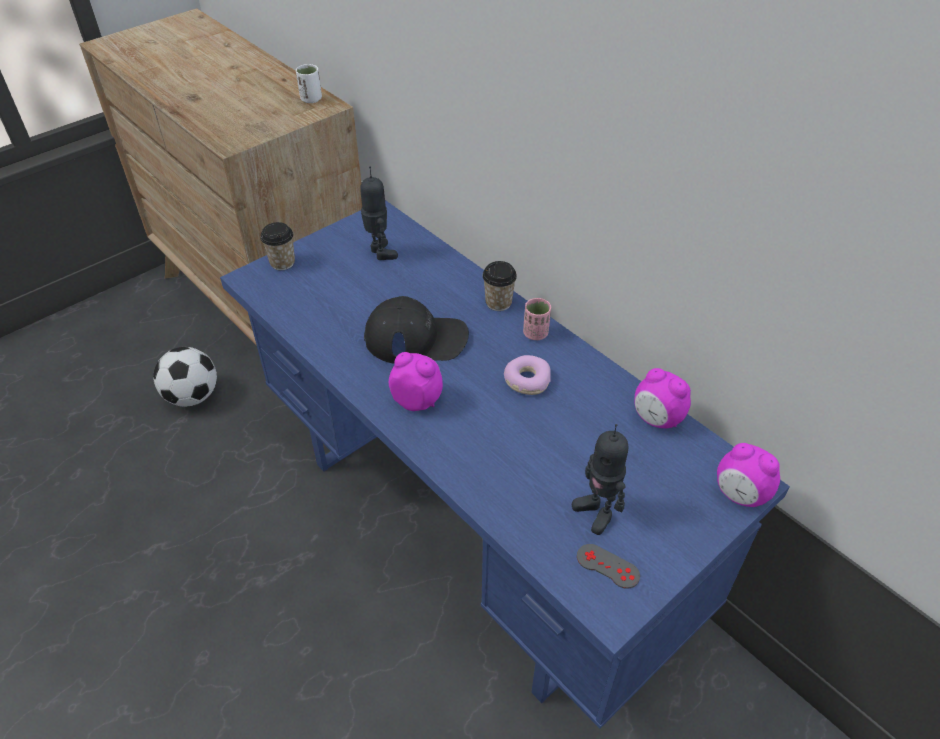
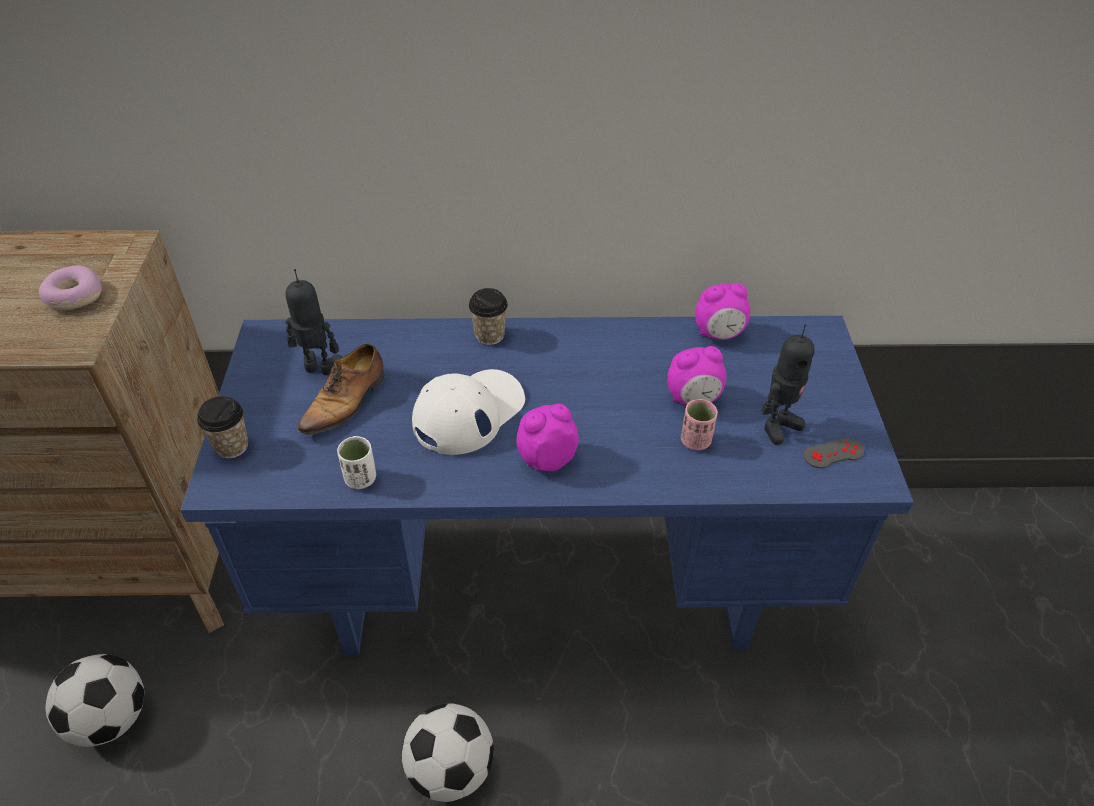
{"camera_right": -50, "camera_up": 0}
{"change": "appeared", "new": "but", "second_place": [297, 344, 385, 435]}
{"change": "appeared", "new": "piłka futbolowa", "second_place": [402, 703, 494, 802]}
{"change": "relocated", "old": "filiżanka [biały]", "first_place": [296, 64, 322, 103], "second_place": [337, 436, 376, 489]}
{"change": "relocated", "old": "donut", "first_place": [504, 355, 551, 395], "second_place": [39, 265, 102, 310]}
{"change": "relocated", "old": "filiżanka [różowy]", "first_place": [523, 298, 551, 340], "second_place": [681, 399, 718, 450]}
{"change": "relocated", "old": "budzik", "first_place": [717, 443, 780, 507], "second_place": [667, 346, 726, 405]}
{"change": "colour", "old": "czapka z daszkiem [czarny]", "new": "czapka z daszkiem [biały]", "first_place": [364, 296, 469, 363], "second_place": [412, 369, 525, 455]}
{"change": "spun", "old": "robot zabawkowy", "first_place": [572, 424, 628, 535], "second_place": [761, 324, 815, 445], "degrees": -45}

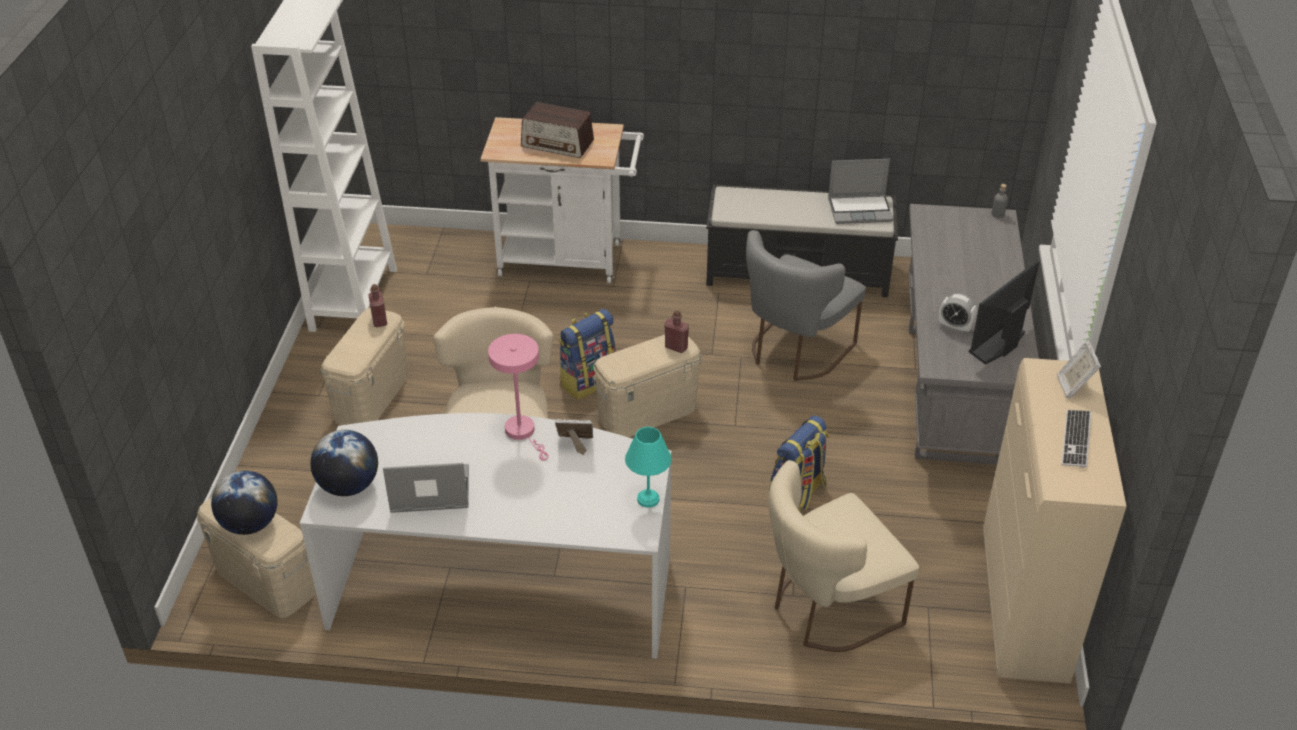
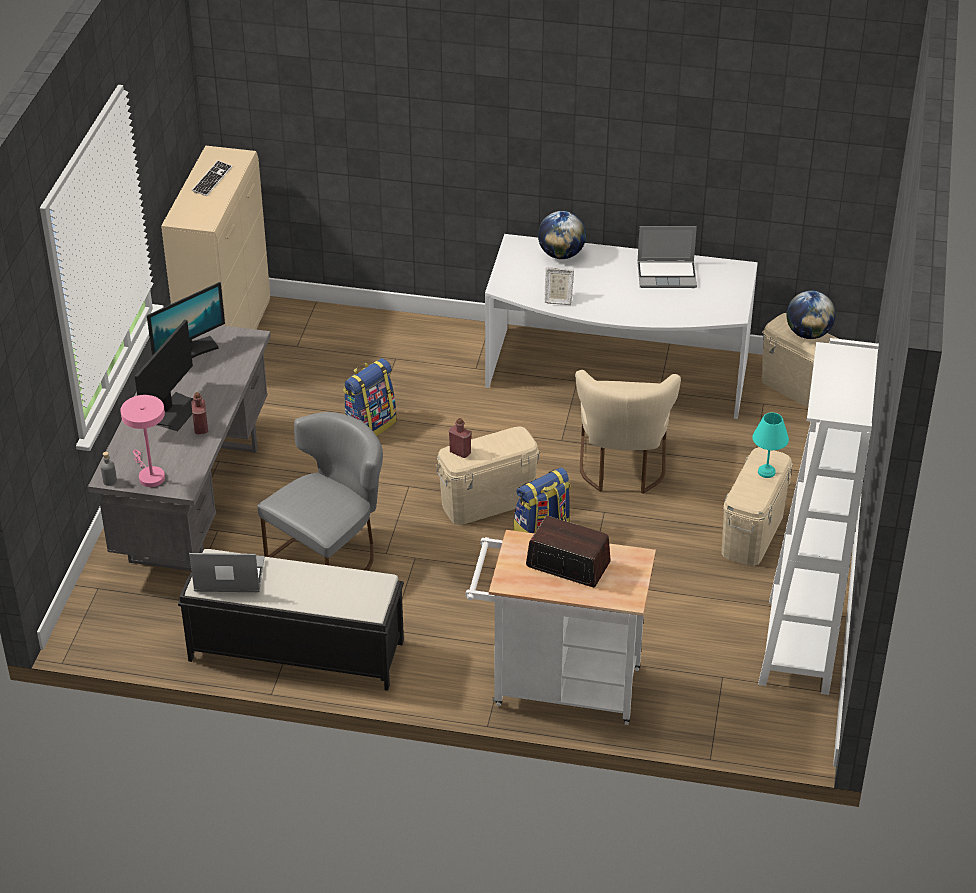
{"camera_right": -175, "camera_up": 0}
{"change": "missing", "old": "krzesło [beżowy]", "first_place": [768, 460, 919, 652]}
{"change": "missing", "old": "budzik", "first_place": [939, 294, 977, 333]}
{"change": "missing", "old": "ramka na zdjęcie", "first_place": [1057, 341, 1101, 399]}
{"change": "appeared", "new": "monitor", "second_place": [135, 320, 193, 431]}
{"change": "relocated", "old": "globus", "first_place": [310, 430, 378, 496], "second_place": [538, 211, 586, 259]}
{"change": "relocated", "old": "butelka [czerwony]", "first_place": [368, 284, 387, 327], "second_place": [191, 392, 208, 434]}
{"change": "relocated", "old": "lampa stołowa [różowy]", "first_place": [488, 334, 549, 461], "second_place": [120, 395, 165, 487]}
{"change": "relocated", "old": "lampa stołowa [turkusowy]", "first_place": [625, 427, 672, 508], "second_place": [752, 412, 789, 478]}

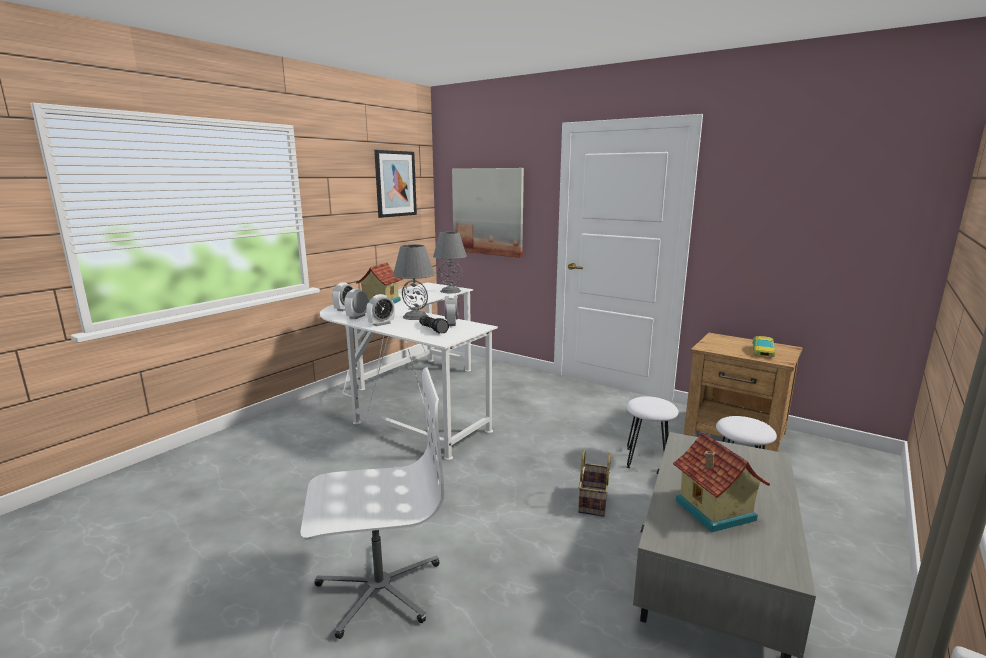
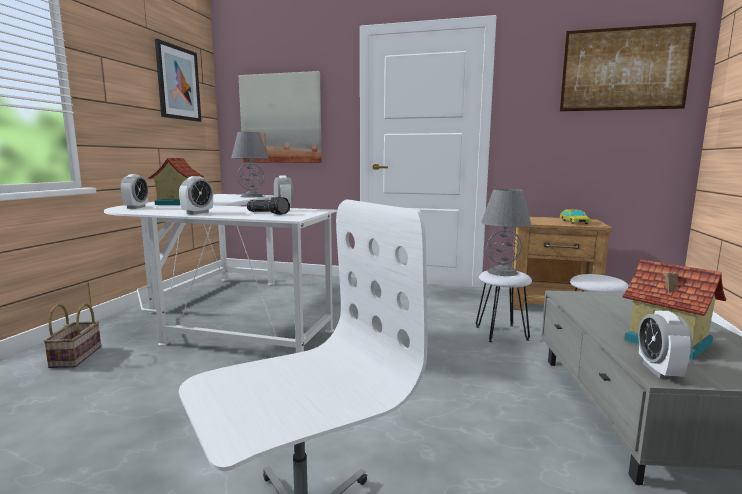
{"camera_right": -20, "camera_up": -5}
{"change": "appeared", "new": "obraz", "second_place": [560, 23, 696, 111]}
{"change": "relocated", "old": "budzik", "first_place": [344, 288, 368, 319], "second_place": [638, 311, 693, 379]}
{"change": "relocated", "old": "lampa stołowa [szary]", "first_place": [393, 244, 435, 320], "second_place": [481, 189, 531, 276]}
{"change": "relocated", "old": "koszyk", "first_place": [578, 449, 611, 517], "second_place": [43, 303, 101, 368]}

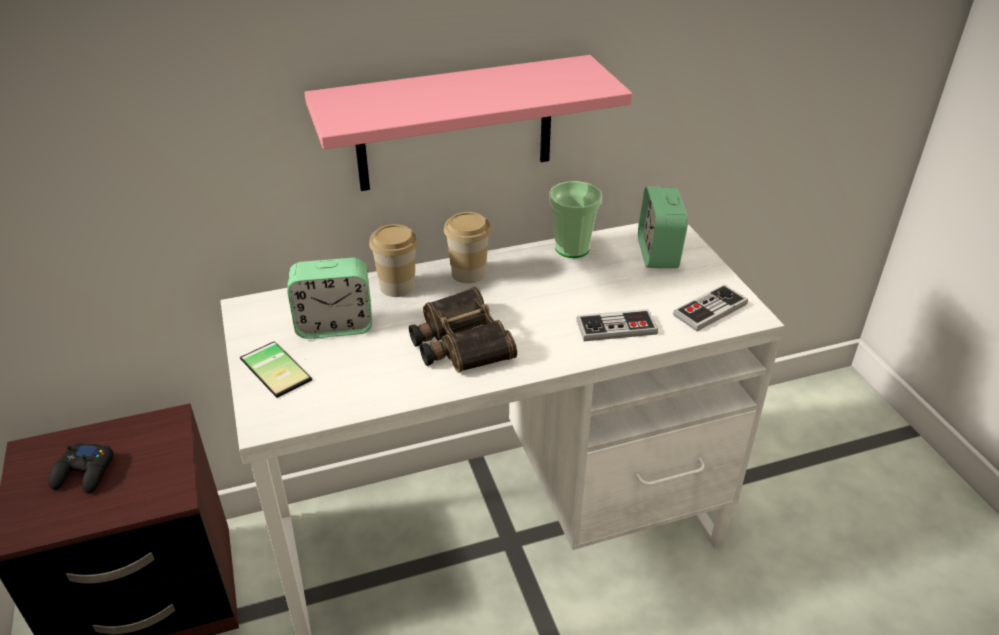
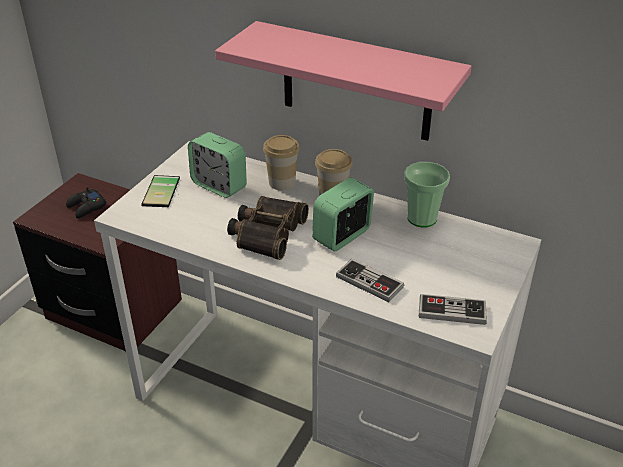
{"camera_right": 45, "camera_up": 0}
{"change": "relocated", "old": "budzik", "first_place": [638, 187, 688, 268], "second_place": [312, 177, 374, 251]}

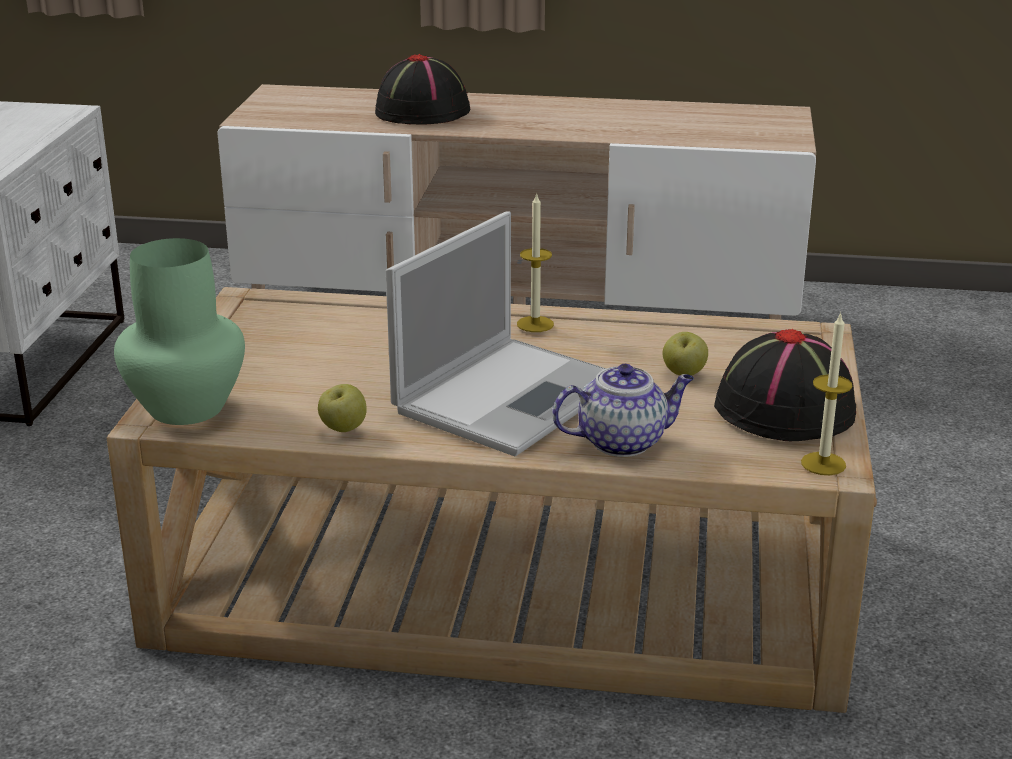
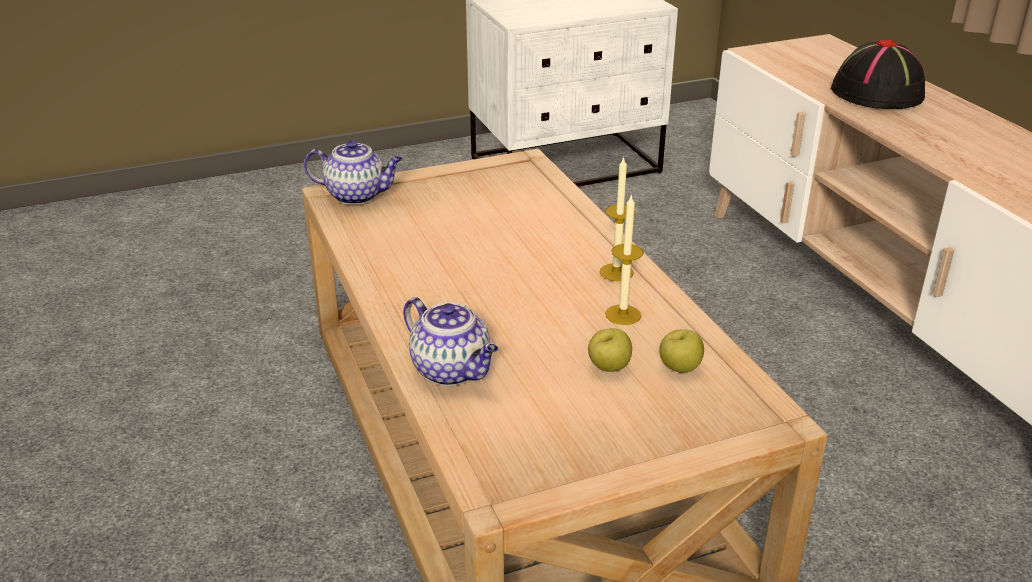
{"camera_right": 60, "camera_up": 5}
{"change": "missing", "old": "laptop", "first_place": [386, 211, 607, 457]}
{"change": "missing", "old": "kapelusz [czarny]", "first_place": [714, 329, 856, 441]}
{"change": "relocated", "old": "jabłko", "first_place": [318, 384, 367, 432], "second_place": [660, 329, 704, 373]}
{"change": "relocated", "old": "świeca", "first_place": [801, 312, 852, 475], "second_place": [605, 196, 643, 325]}
{"change": "exchanged", "old": "wazon [zielony]", "new": "imbryk", "first_place": [114, 238, 245, 425], "second_place": [304, 140, 403, 205]}

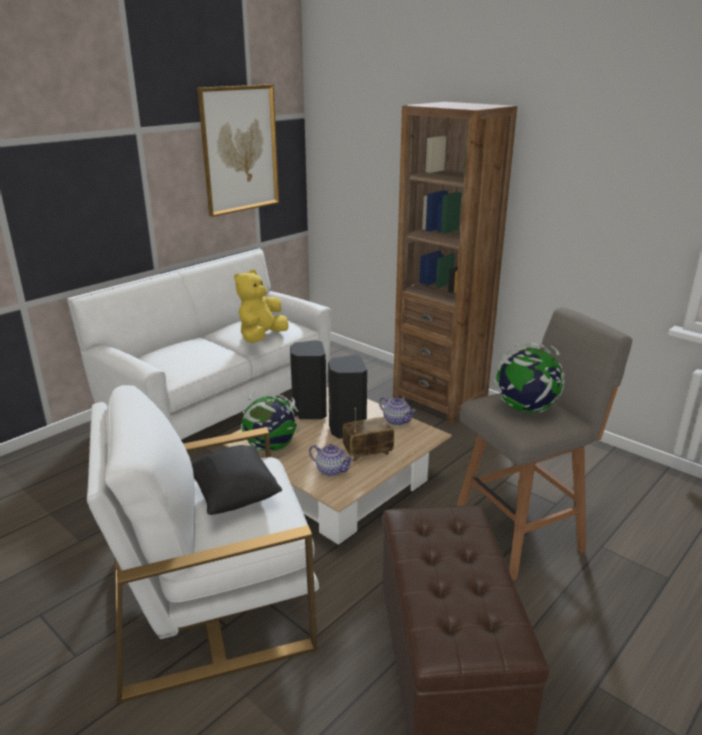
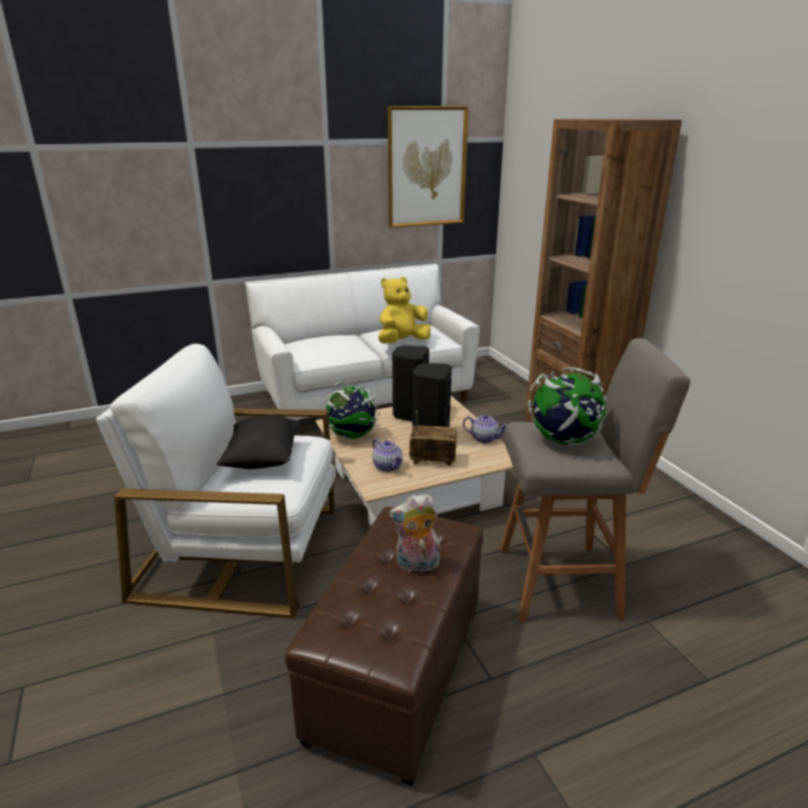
{"camera_right": 25, "camera_up": 0}
{"change": "appeared", "new": "pluszak", "second_place": [389, 494, 440, 572]}
{"change": "spun", "old": "imbryk", "first_place": [379, 397, 416, 426], "second_place": [463, 414, 507, 443], "degrees": -45}

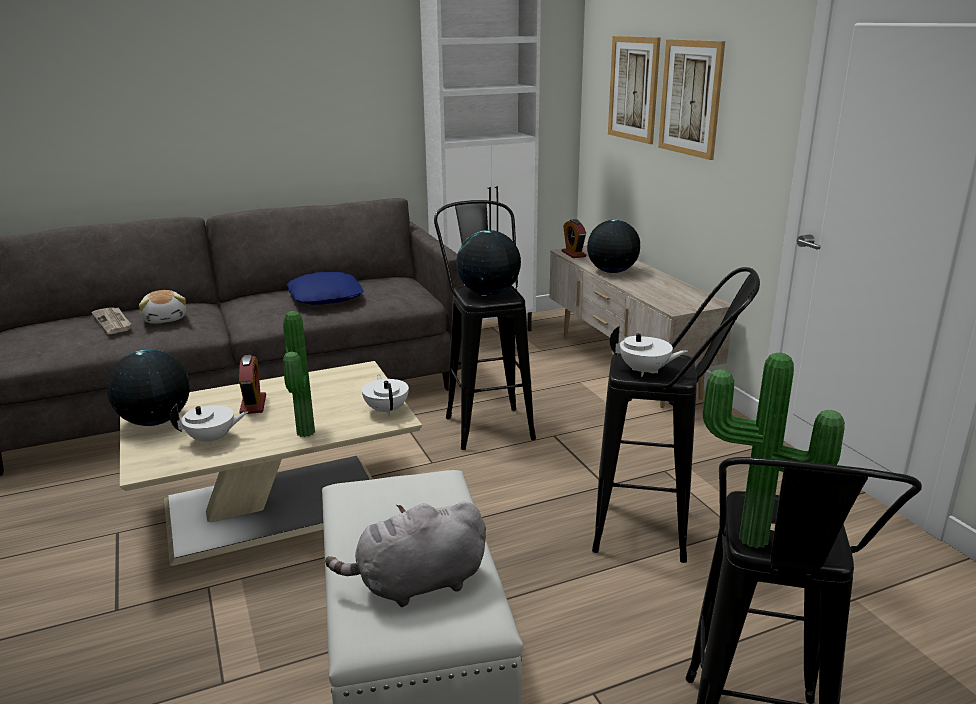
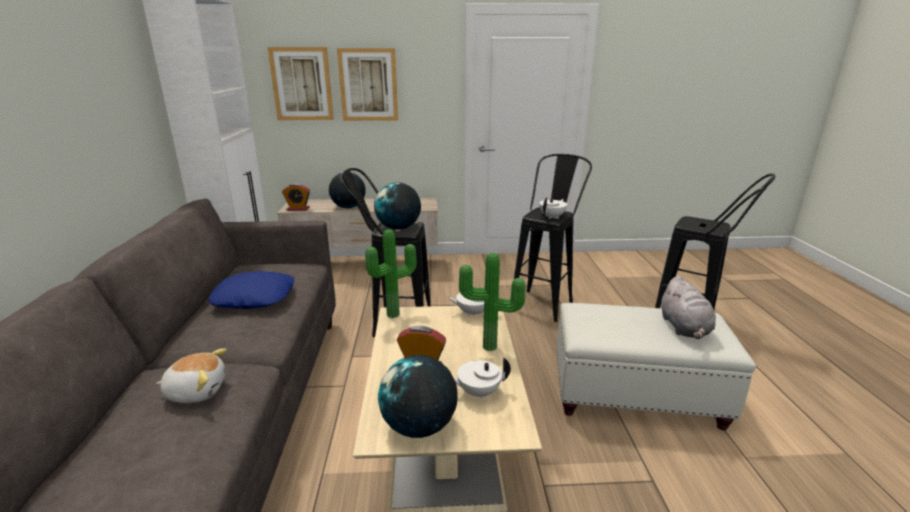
{"camera_right": -70, "camera_up": 0}
{"change": "missing", "old": "gazeta", "first_place": [92, 307, 131, 334]}
{"change": "relocated", "old": "roślina doniczkowa", "first_place": [702, 352, 845, 548], "second_place": [365, 229, 417, 318]}
{"change": "spun", "old": "imbryk [biały]", "first_place": [170, 403, 248, 446], "second_place": [453, 357, 511, 399], "degrees": -105}

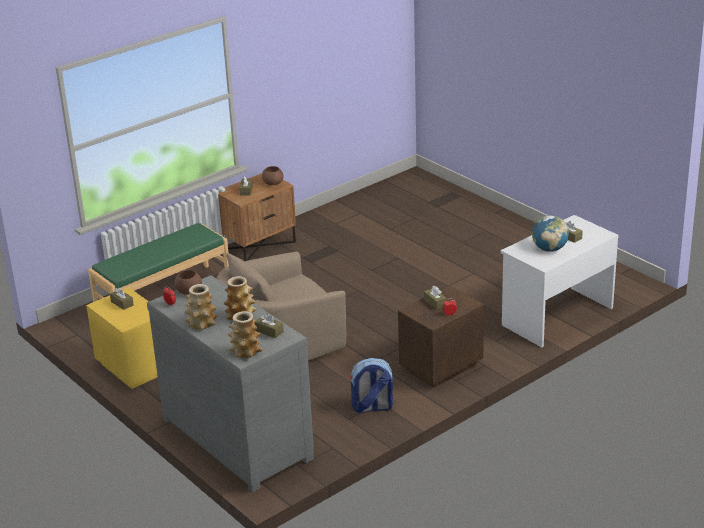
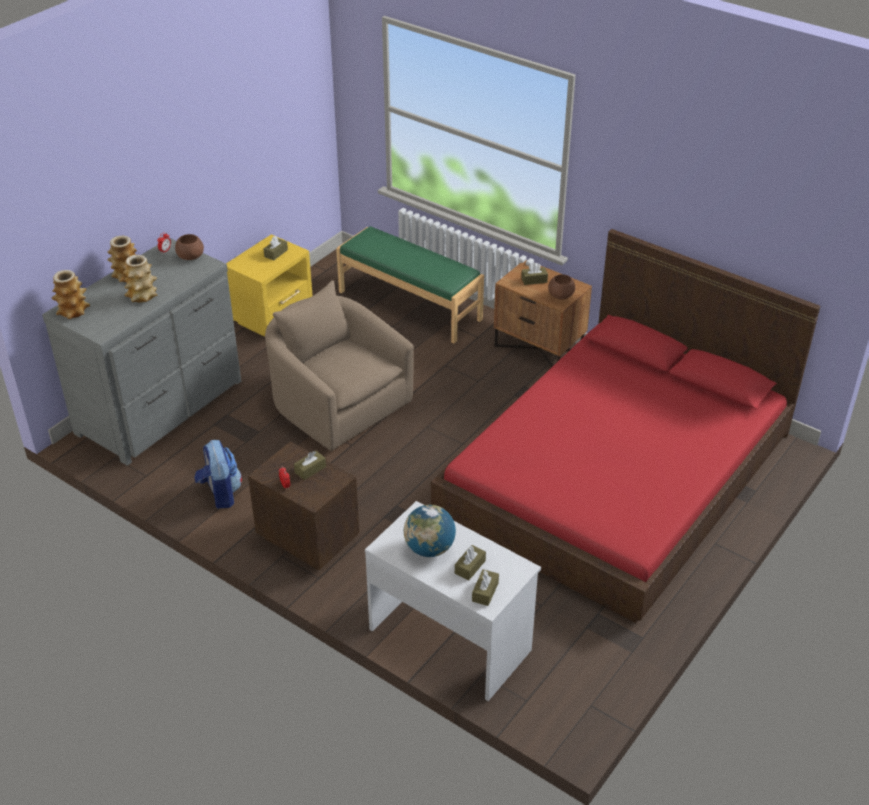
{"camera_right": 75, "camera_up": 10}
{"change": "appeared", "new": "łóżko [czerwony]", "second_place": [431, 229, 820, 623]}
{"change": "relocated", "old": "pudełko chusteczek [brązowy]", "first_place": [255, 314, 284, 338], "second_place": [472, 569, 499, 606]}

